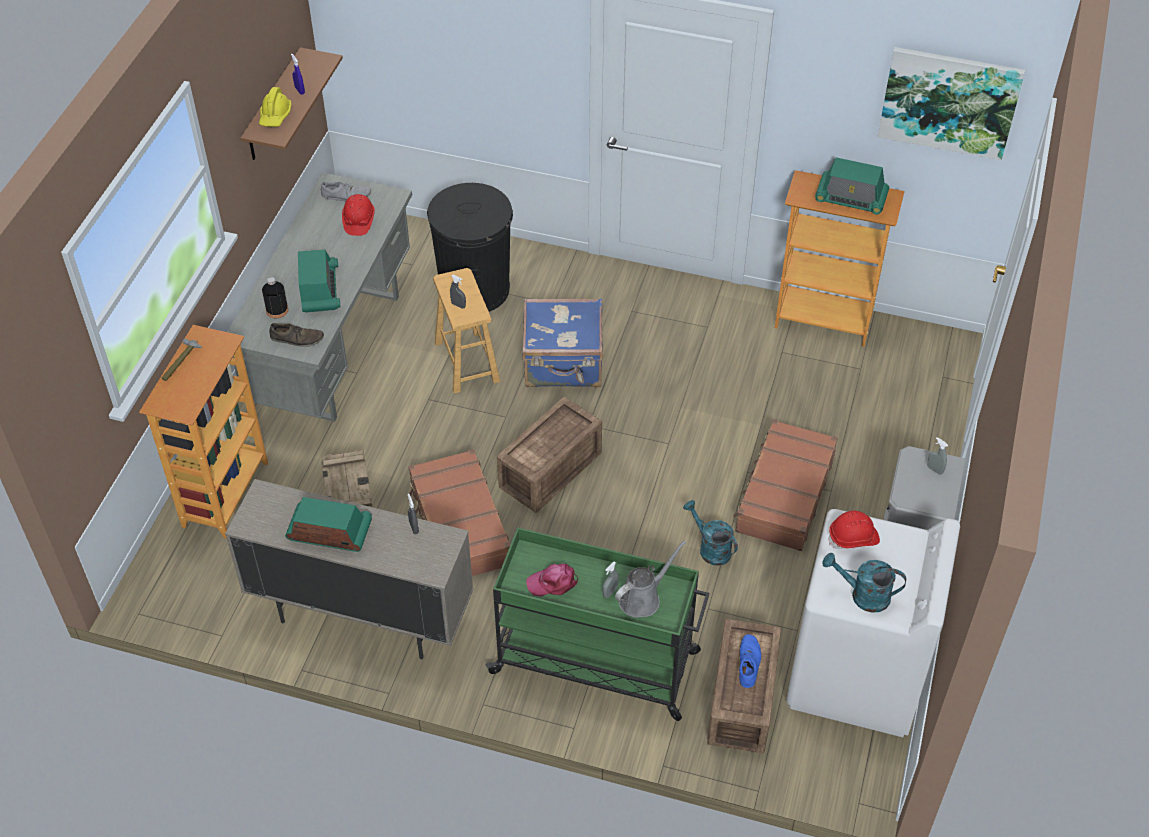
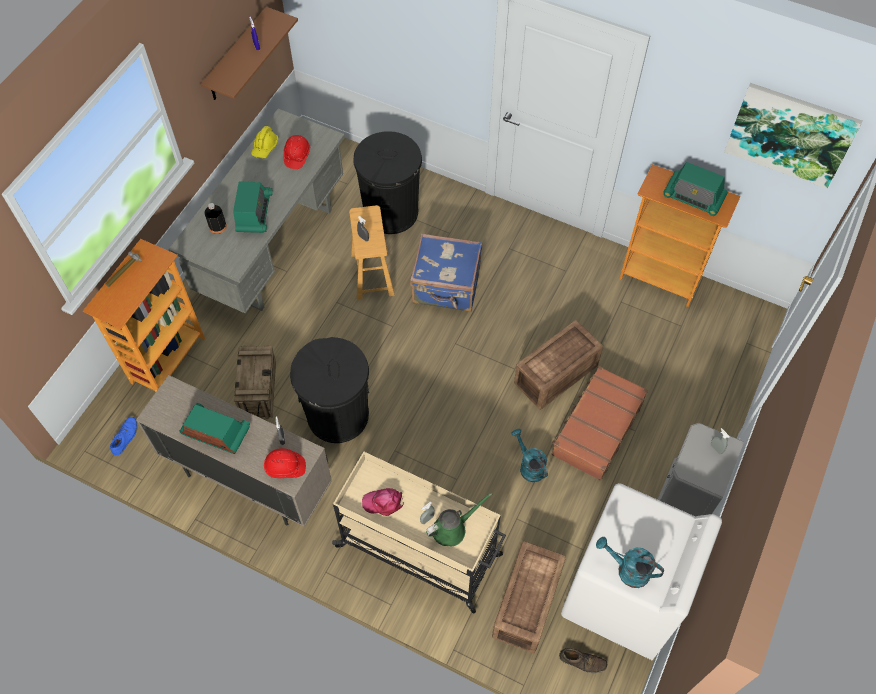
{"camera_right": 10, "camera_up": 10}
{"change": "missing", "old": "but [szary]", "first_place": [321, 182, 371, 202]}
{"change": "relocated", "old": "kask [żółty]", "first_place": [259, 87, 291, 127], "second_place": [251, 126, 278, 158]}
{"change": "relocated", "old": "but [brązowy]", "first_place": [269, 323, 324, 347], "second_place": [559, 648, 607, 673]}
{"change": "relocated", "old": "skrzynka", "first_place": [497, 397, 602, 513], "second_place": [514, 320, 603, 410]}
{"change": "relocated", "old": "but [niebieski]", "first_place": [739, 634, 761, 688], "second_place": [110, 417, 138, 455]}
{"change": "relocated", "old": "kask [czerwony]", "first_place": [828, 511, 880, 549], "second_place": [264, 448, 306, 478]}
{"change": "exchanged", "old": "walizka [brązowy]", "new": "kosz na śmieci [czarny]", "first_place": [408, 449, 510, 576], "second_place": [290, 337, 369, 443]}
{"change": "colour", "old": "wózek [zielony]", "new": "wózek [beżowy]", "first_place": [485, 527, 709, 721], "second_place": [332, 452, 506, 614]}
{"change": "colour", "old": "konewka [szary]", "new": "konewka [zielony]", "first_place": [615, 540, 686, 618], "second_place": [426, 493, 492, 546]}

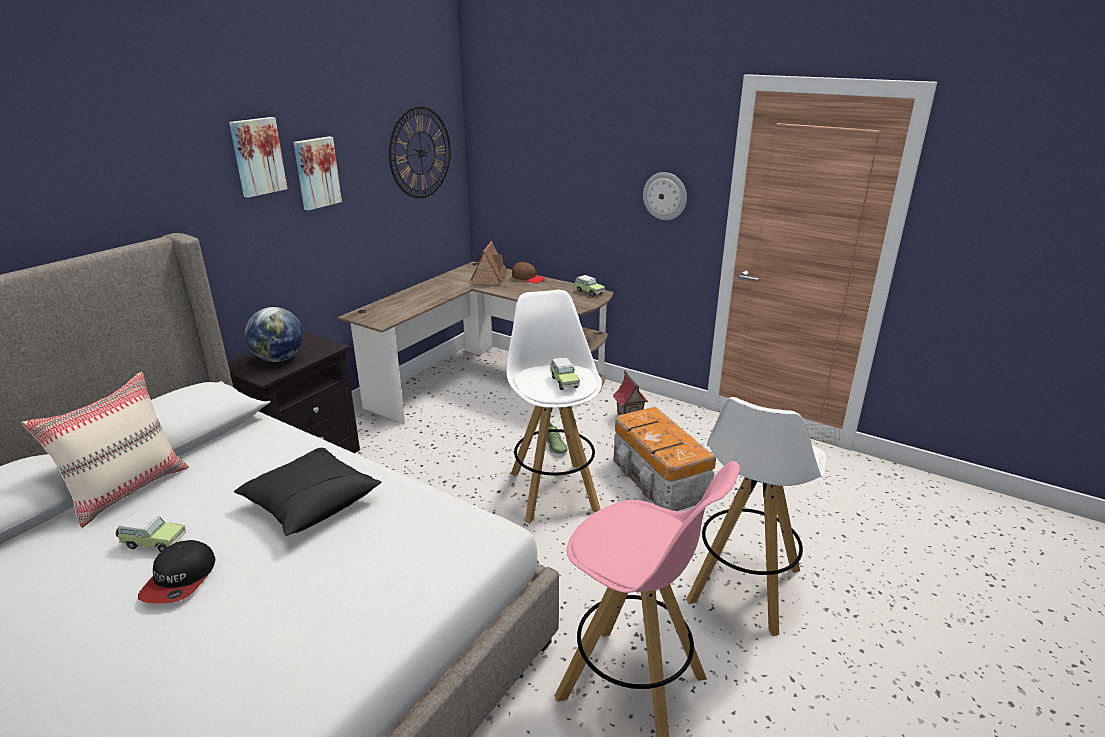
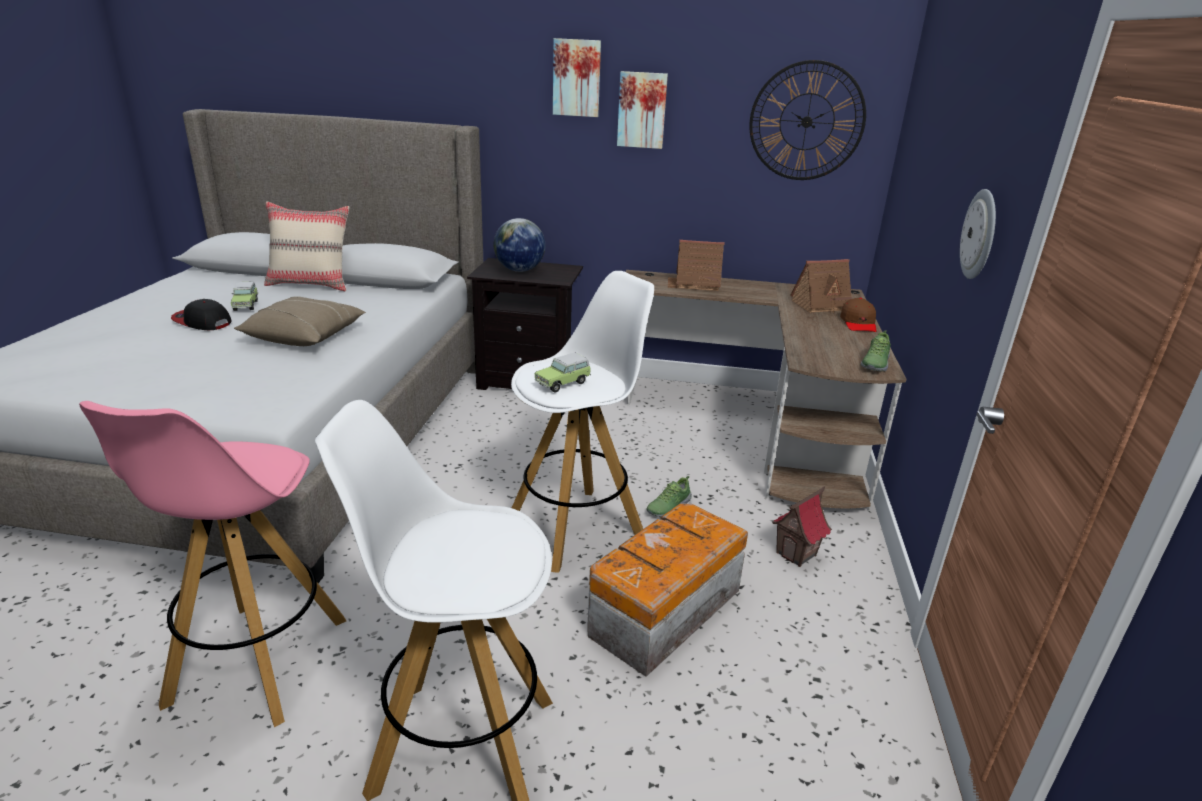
{"camera_right": 65, "camera_up": 0}
{"change": "appeared", "new": "domek", "second_place": [668, 240, 725, 291]}
{"change": "exchanged", "old": "samochodzik", "new": "but", "first_place": [574, 275, 605, 297], "second_place": [860, 331, 891, 372]}
{"change": "colour", "old": "poduszka [czarny]", "new": "poduszka [beżowy]", "first_place": [234, 448, 381, 536], "second_place": [234, 296, 366, 346]}
{"change": "spun", "old": "czapka z daszkiem", "first_place": [138, 540, 215, 604], "second_place": [171, 299, 232, 330], "degrees": 45}

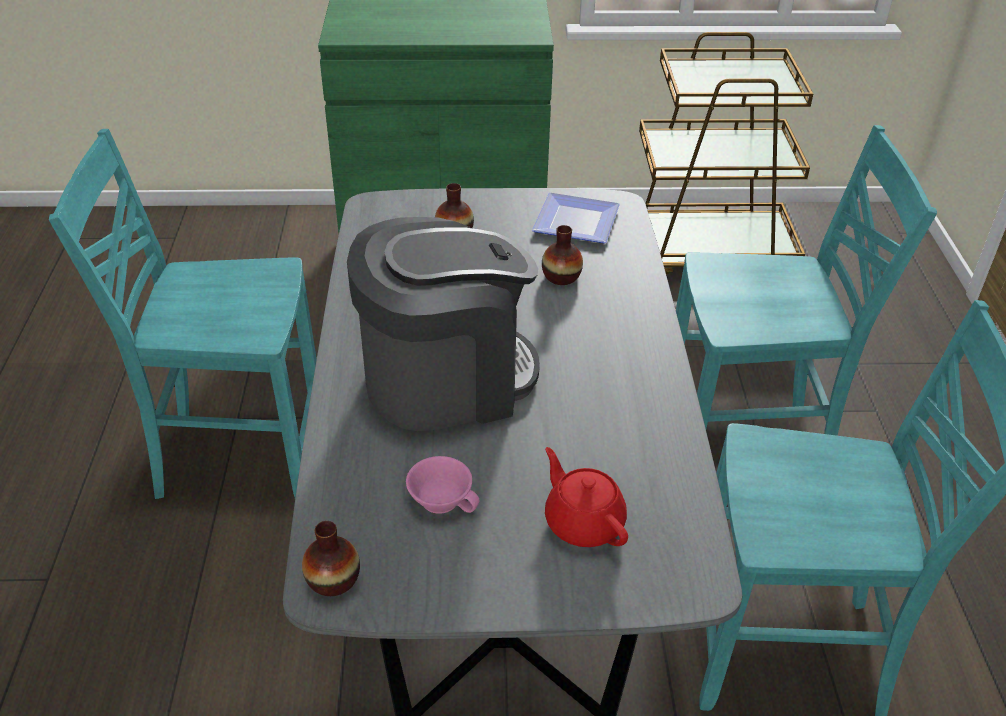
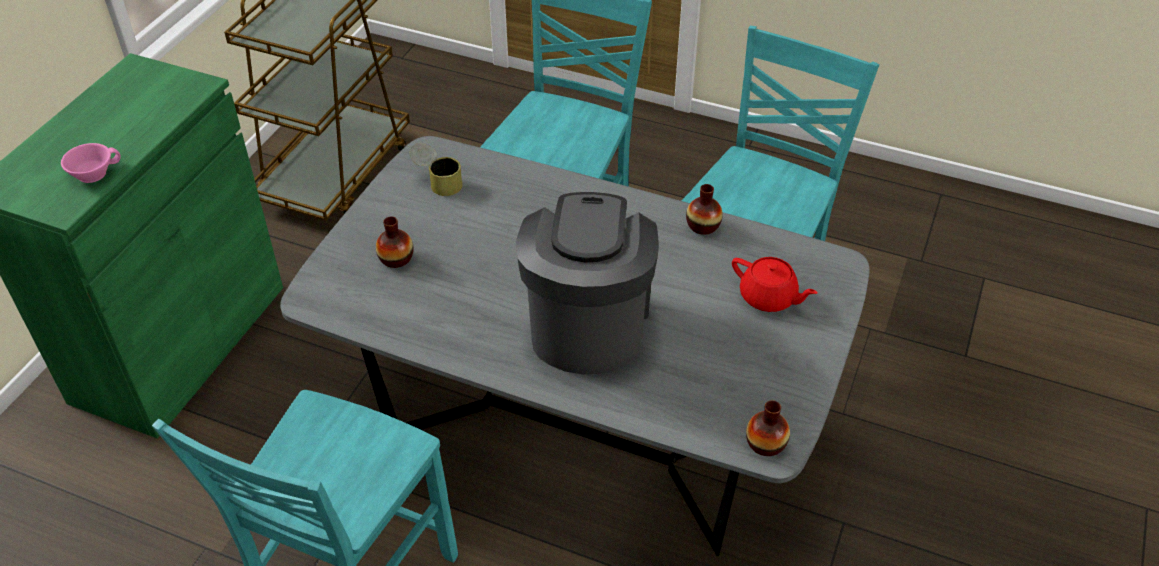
{"camera_right": -65, "camera_up": 5}
{"change": "relocated", "old": "filiżanka [różowy]", "first_place": [406, 456, 480, 514], "second_place": [61, 143, 121, 183]}
{"change": "relocated", "old": "wazon", "first_place": [542, 225, 583, 285], "second_place": [686, 184, 723, 235]}
{"change": "exchanged", "old": "talerz", "new": "puszka", "first_place": [532, 193, 620, 243], "second_place": [410, 143, 463, 196]}
{"change": "spun", "old": "imbryk [czerwony]", "first_place": [545, 447, 628, 547], "second_place": [732, 257, 818, 312], "degrees": -135}

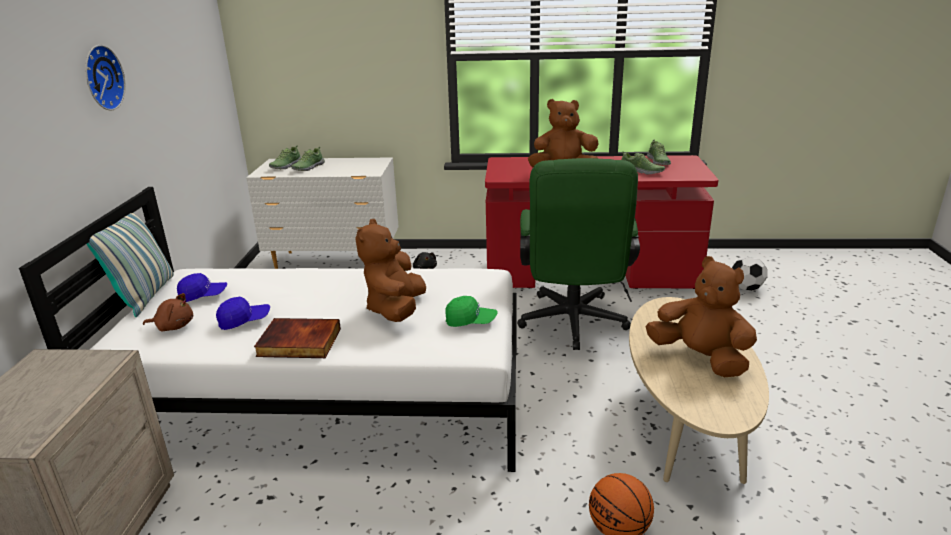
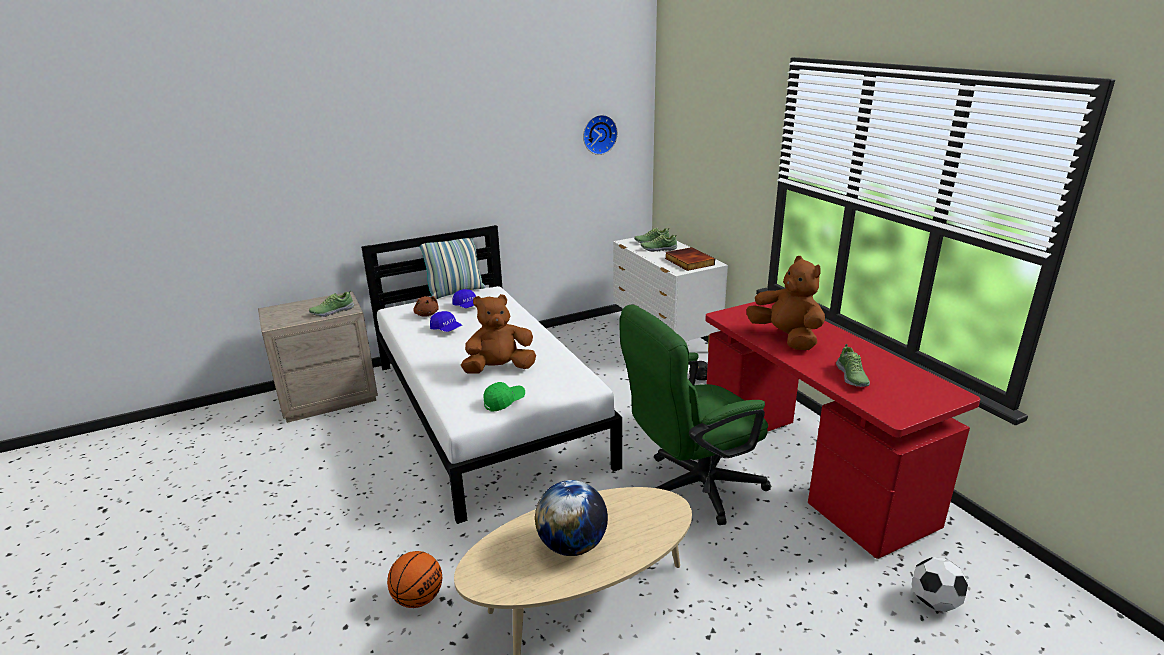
{"camera_right": 60, "camera_up": 0}
{"change": "relocated", "old": "zegar ścienny", "first_place": [85, 45, 126, 111], "second_place": [583, 115, 618, 155]}
{"change": "relocated", "old": "książka", "first_place": [254, 318, 341, 358], "second_place": [665, 247, 715, 271]}
{"change": "relocated", "old": "but", "first_place": [647, 140, 671, 165], "second_place": [309, 291, 354, 317]}
{"change": "exchanged", "old": "pluszak [brązowy]", "new": "globus", "first_place": [646, 256, 757, 377], "second_place": [535, 480, 608, 556]}
{"change": "spun", "old": "czapka z daszkiem [zielony]", "first_place": [445, 296, 498, 327], "second_place": [484, 382, 525, 411], "degrees": -105}

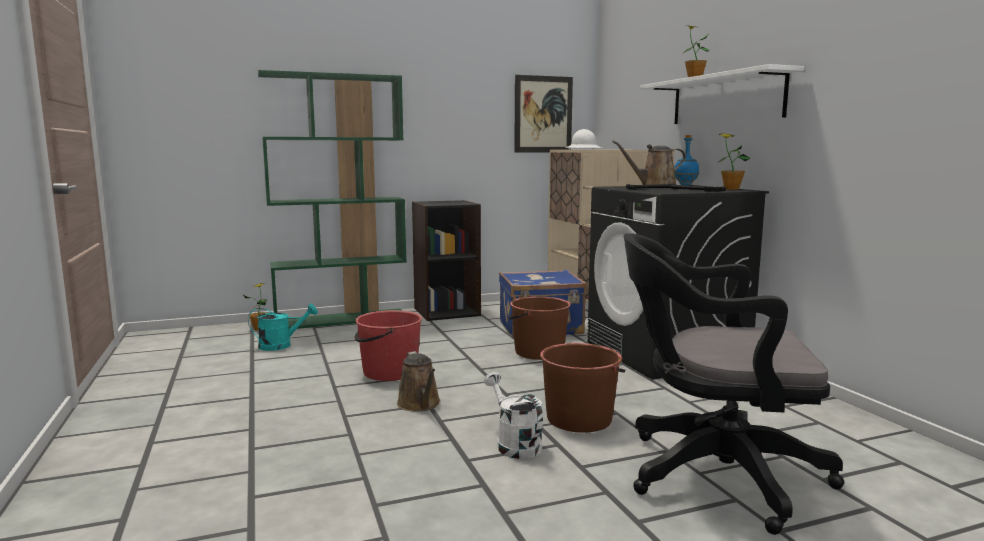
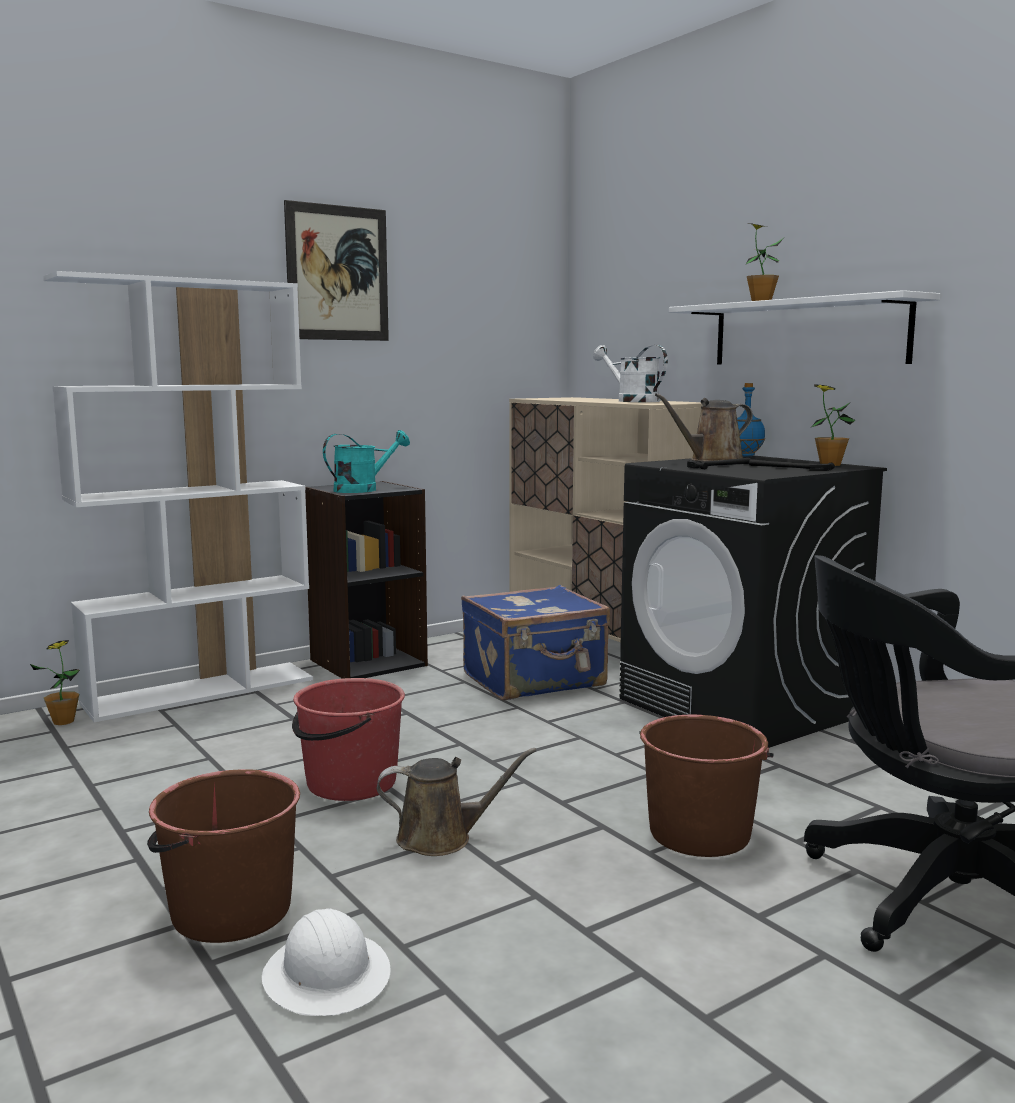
{"camera_right": -15, "camera_up": 0}
{"change": "relocated", "old": "konewka [turkusowy]", "first_place": [248, 304, 318, 351], "second_place": [323, 430, 410, 493]}
{"change": "relocated", "old": "konewka [biały]", "first_place": [484, 372, 543, 459], "second_place": [593, 345, 668, 402]}
{"change": "relocated", "old": "wiadro [brązowy]", "first_place": [509, 296, 571, 360], "second_place": [147, 769, 300, 943]}
{"change": "relocated", "old": "obraz", "first_place": [514, 75, 573, 153], "second_place": [284, 200, 389, 341]}
{"change": "relocated", "old": "kask [biały]", "first_place": [565, 129, 602, 150], "second_place": [262, 908, 391, 1016]}
{"change": "colour", "old": "regał [zielony]", "new": "regał [biały]", "first_place": [258, 70, 407, 329], "second_place": [43, 271, 313, 722]}
{"change": "spun", "old": "konewka [brązowy]", "first_place": [397, 351, 441, 412], "second_place": [377, 748, 536, 856], "degrees": -60}

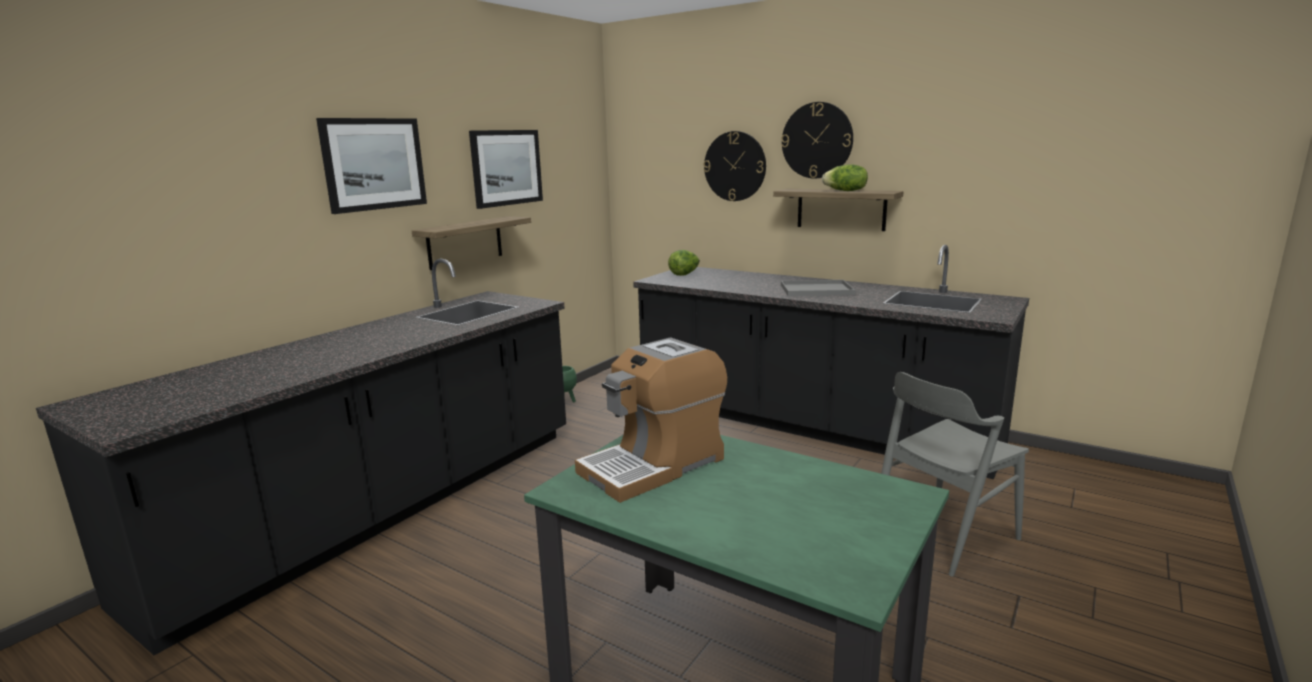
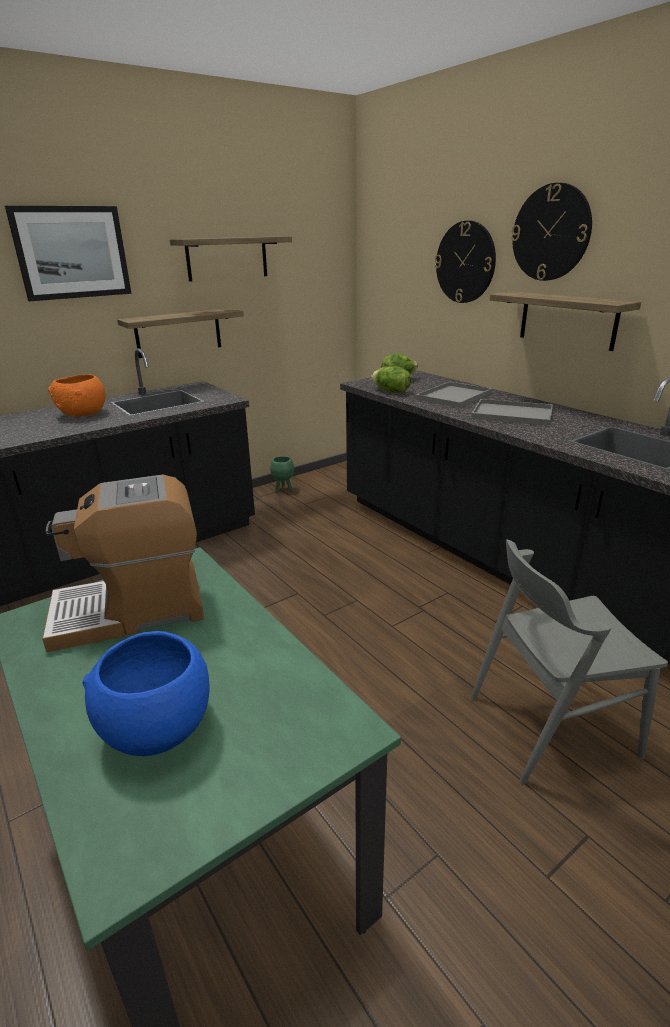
{"camera_right": 20, "camera_up": 10}
{"change": "appeared", "new": "miska [pomarańczowy]", "second_place": [48, 374, 105, 417]}
{"change": "appeared", "new": "miska [niebieski]", "second_place": [83, 631, 210, 756]}
{"change": "appeared", "new": "taca [szary]", "second_place": [415, 382, 493, 408]}
{"change": "relocated", "old": "sałata", "first_place": [822, 164, 868, 191], "second_place": [371, 366, 411, 393]}
{"change": "exchanged", "old": "obraz", "new": "półka", "first_place": [469, 130, 543, 209], "second_place": [170, 236, 292, 282]}

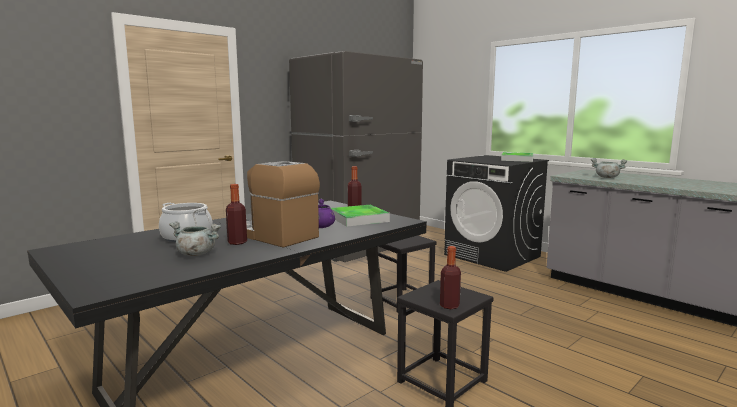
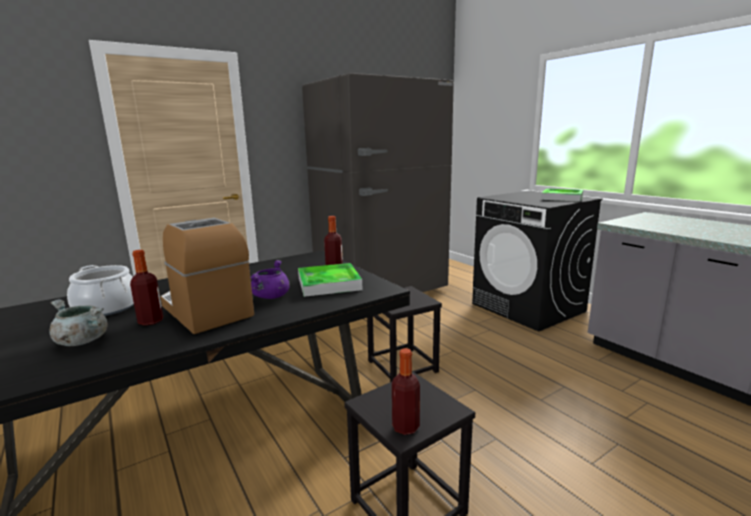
{"camera_right": 10, "camera_up": 5}
{"change": "missing", "old": "garnek [szary]", "first_place": [591, 158, 627, 178]}

